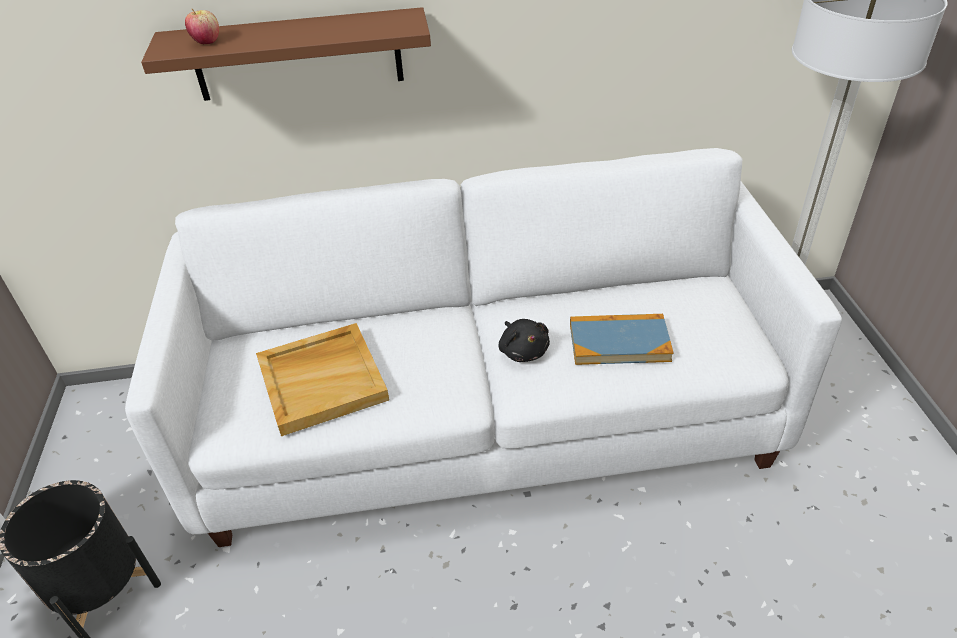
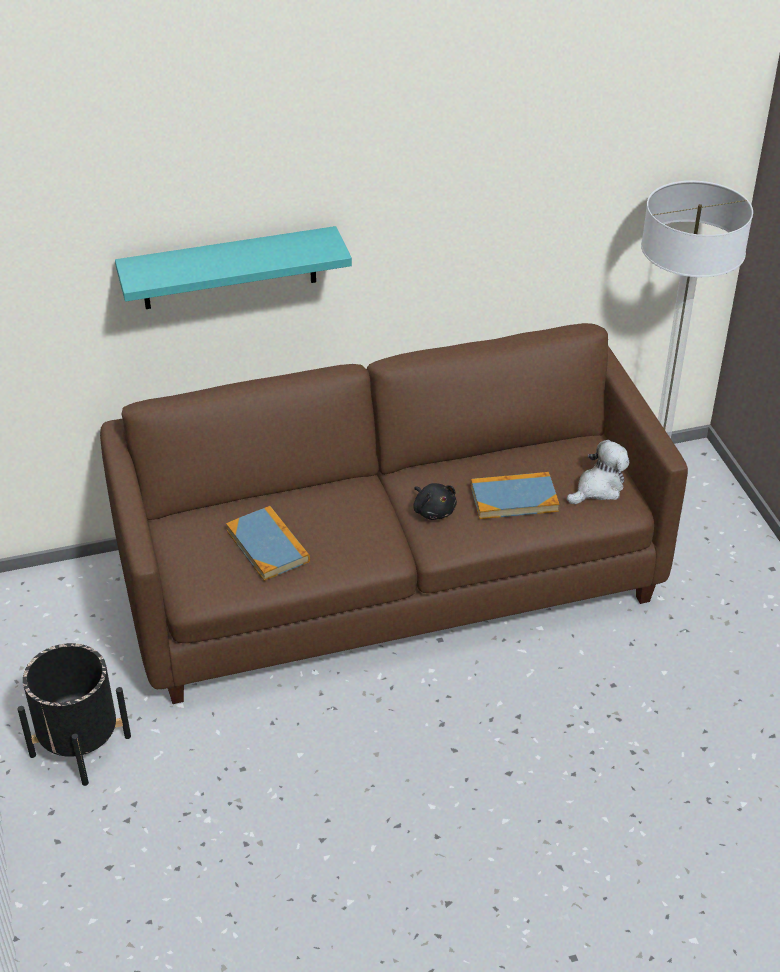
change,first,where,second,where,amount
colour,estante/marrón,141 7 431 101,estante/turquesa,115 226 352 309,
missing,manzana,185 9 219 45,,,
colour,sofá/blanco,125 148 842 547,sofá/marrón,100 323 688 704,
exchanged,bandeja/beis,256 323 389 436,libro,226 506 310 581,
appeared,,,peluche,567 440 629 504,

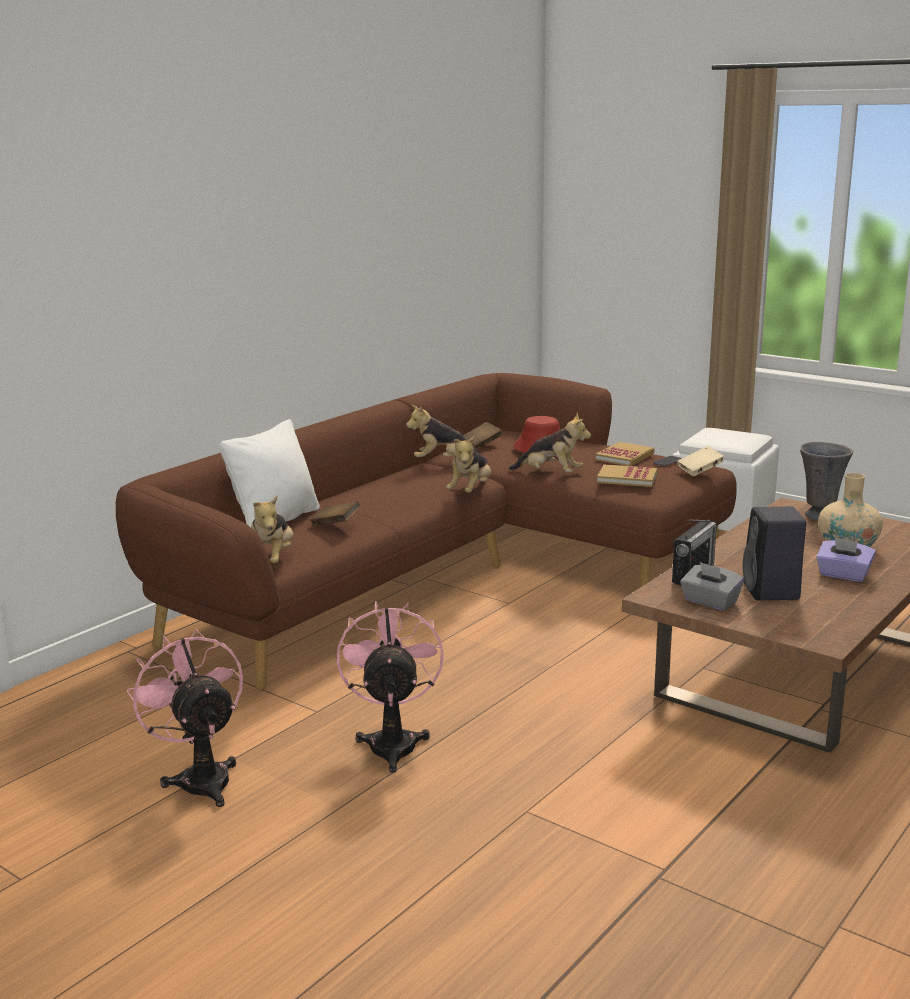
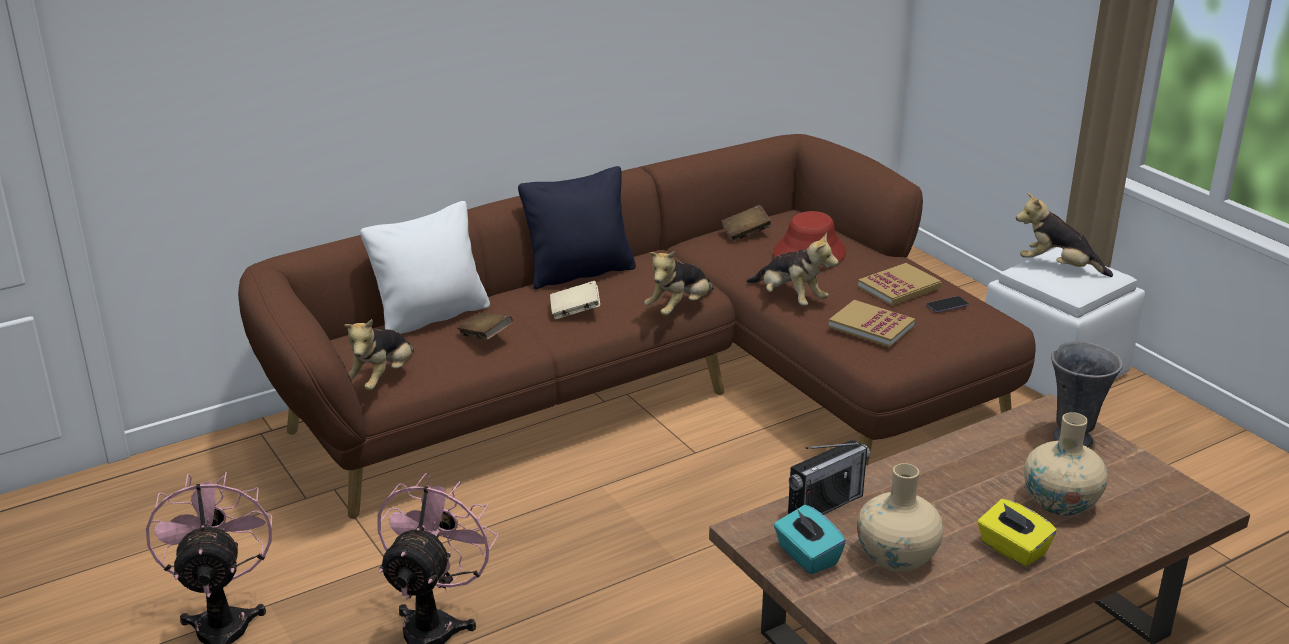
change,first,where,second,where,amount
relocated,peluche,406 405 488 462,,1016 192 1113 277,
relocated,libro/beis,677 446 724 476,,550 281 600 319,
exchanged,altavoz/negro,743 506 806 600,florero/beis,857 463 944 572,
colour,caja de pañuelos/morado,816 537 876 582,caja de pañuelos/amarillo,977 499 1057 567,
colour,caja de pañuelos/gris,680 562 744 611,caja de pañuelos/turquesa,774 505 846 574,
appeared,,,cojín/negro,518 166 636 289,

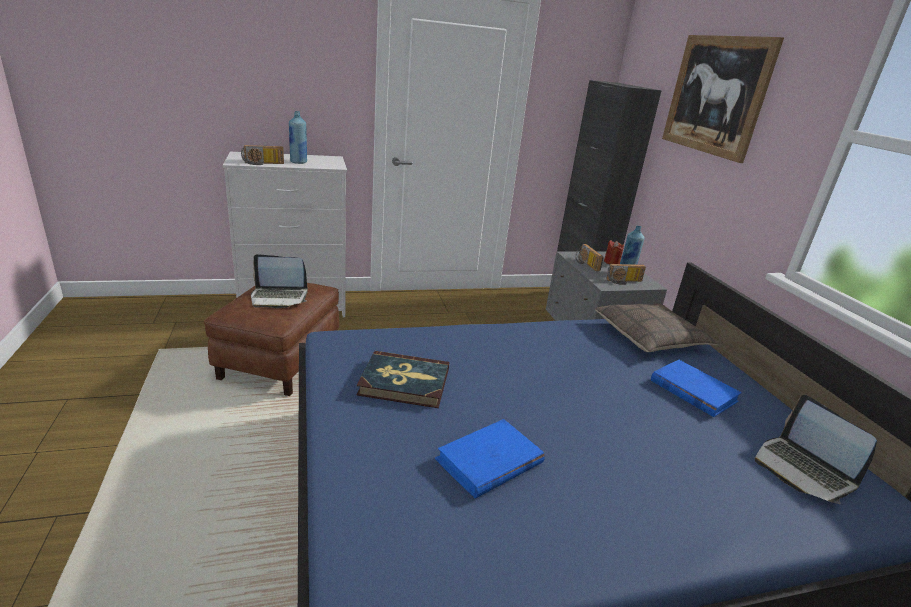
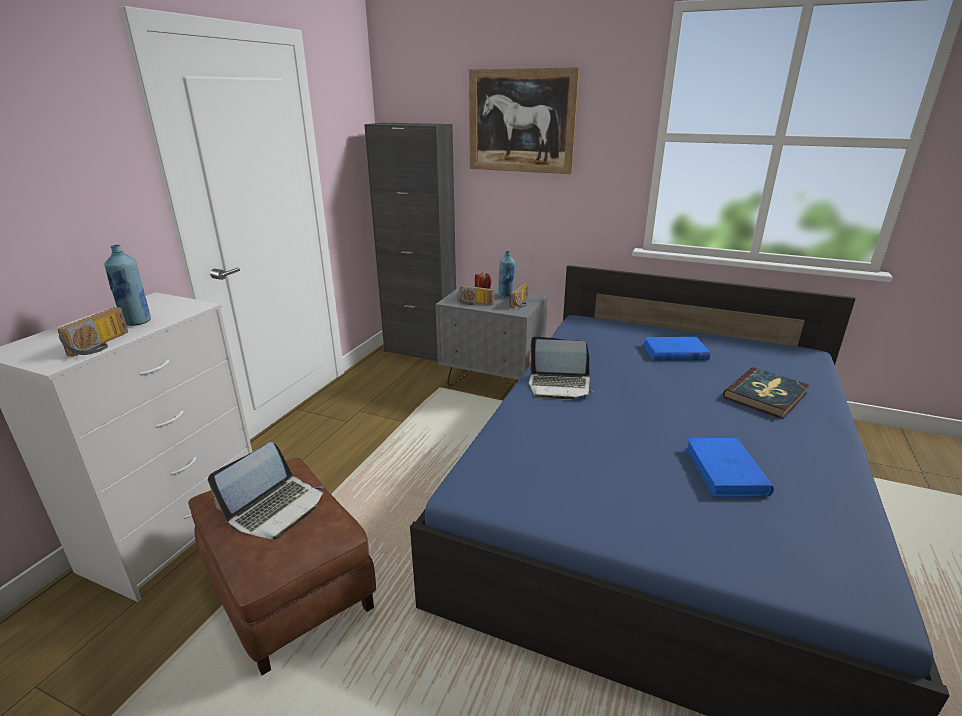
change,first,where,second,where,amount
missing,cojín,595 303 719 352,,,
relocated,libro,356 351 449 408,,723 367 809 419,
relocated,portátil,754 395 877 504,,528 336 594 399,

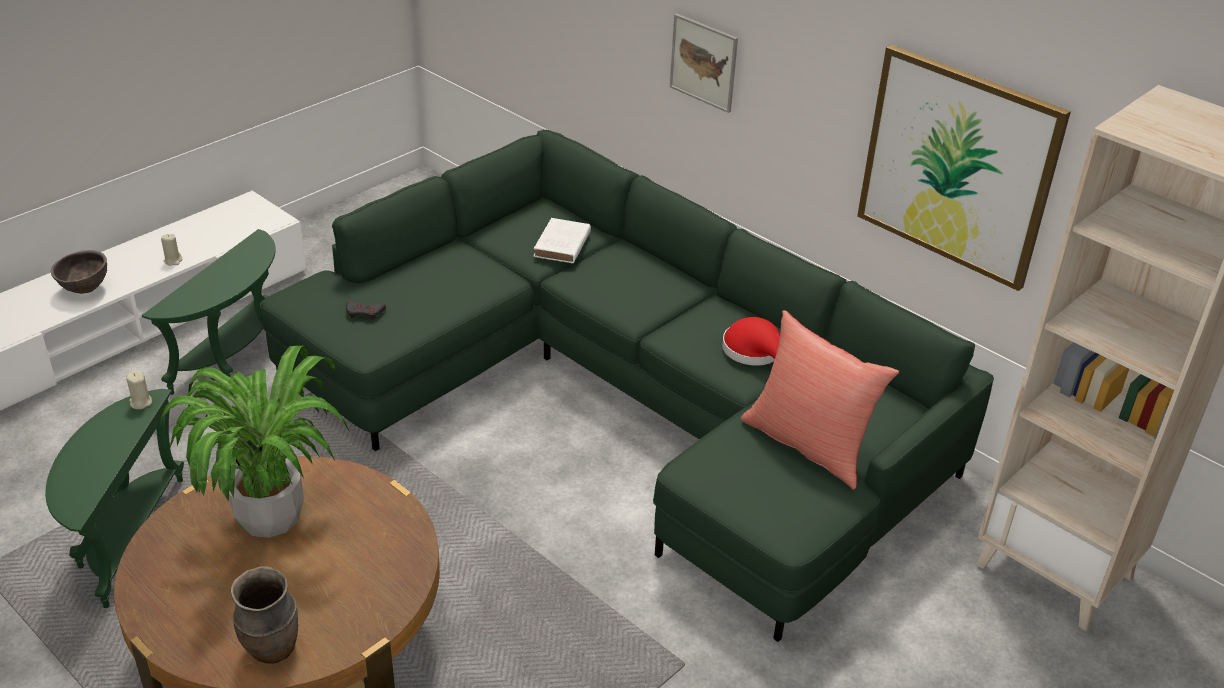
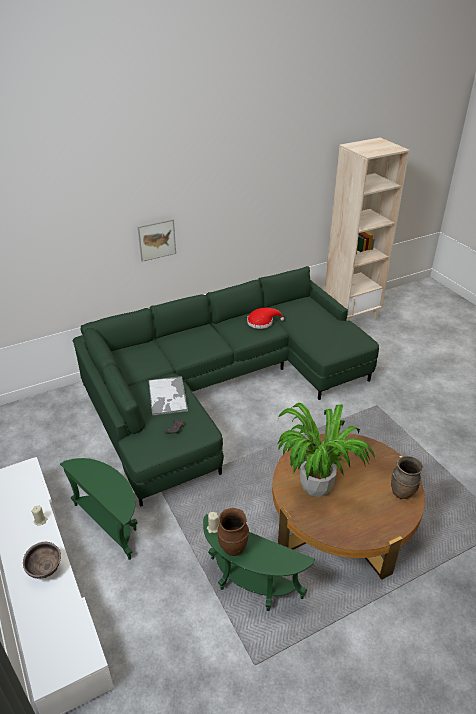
change,first,where,second,where,amount
missing,cuadro,857 45 1071 291,,,
missing,libro/blanco,534 218 591 263,,,
missing,cojín/rojo,741 310 899 490,,,
appeared,,,bandeja,148 376 188 415,
appeared,,,florero/marrón,217 508 249 556,

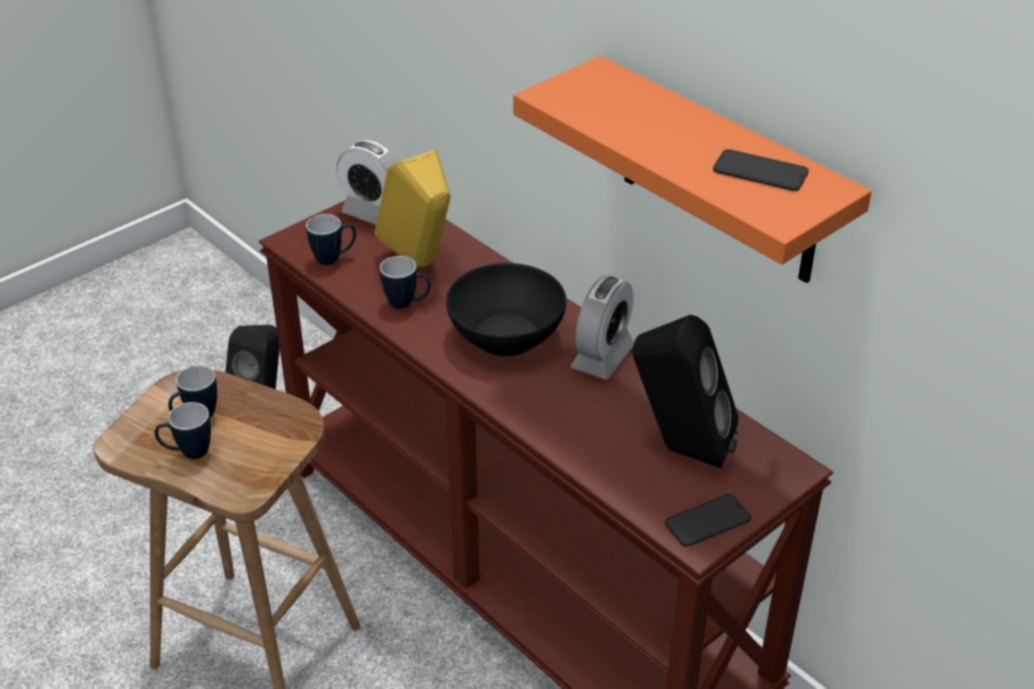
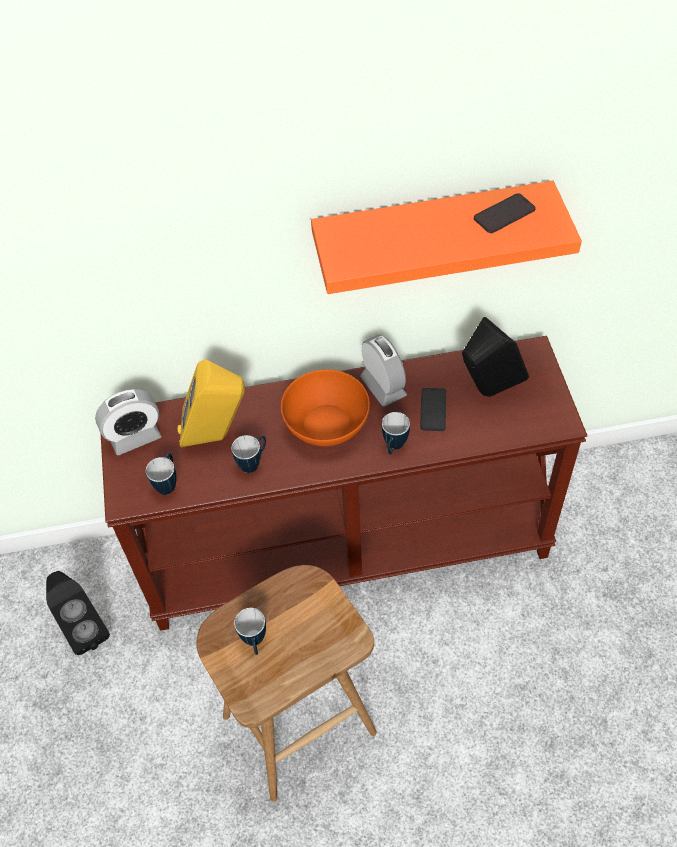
change,first,where,second,where,amount
colour,cuenco/negro,446 263 567 356,cuenco/naranja,281 369 370 446,
relocated,taza grande,154 402 211 459,,382 412 410 455,
relocated,móvil,665 494 752 547,,420 388 446 431,

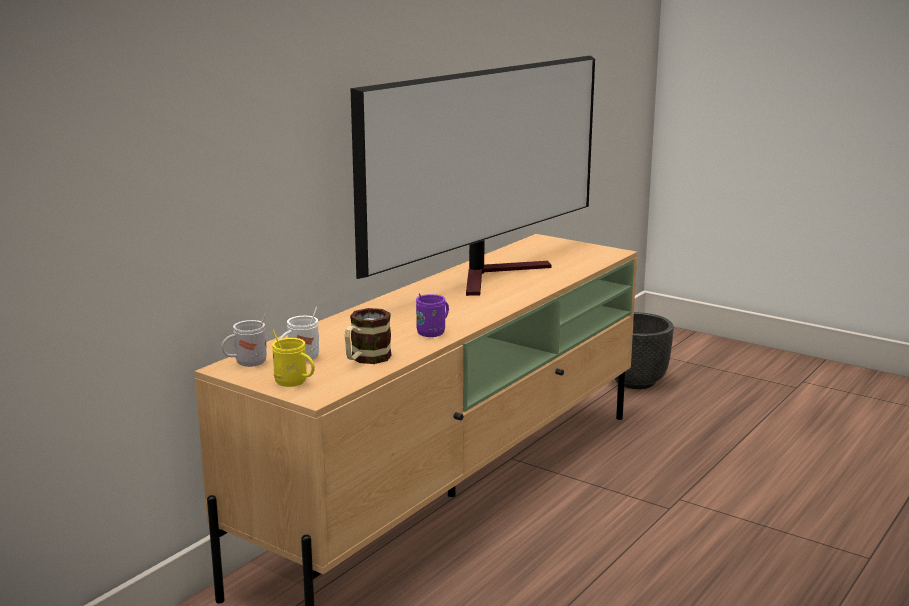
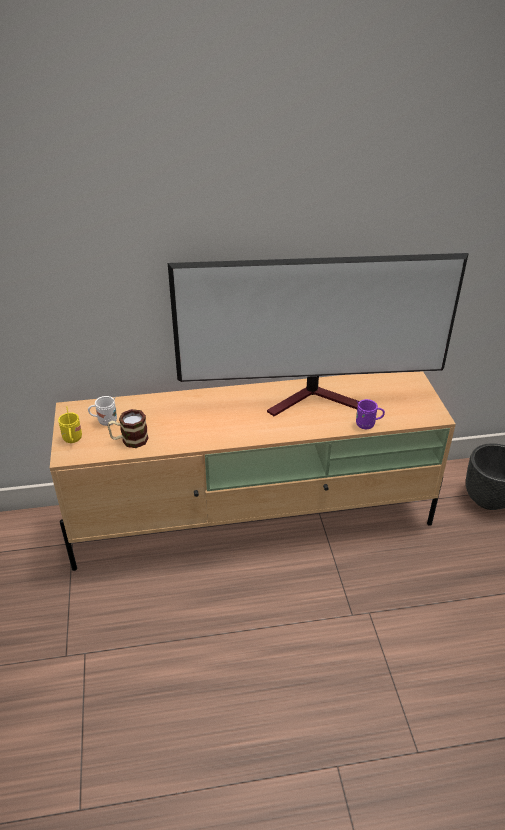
change,first,where,second,where,amount
relocated,taza grande/morado,416 293 449 337,,356 399 385 429,
missing,taza grande/blanco,221 312 267 367,,,

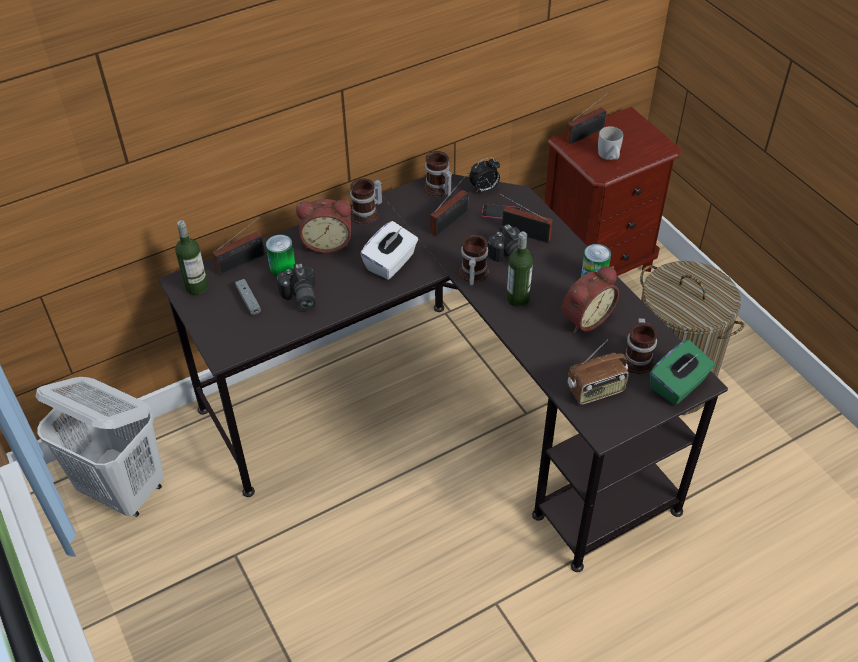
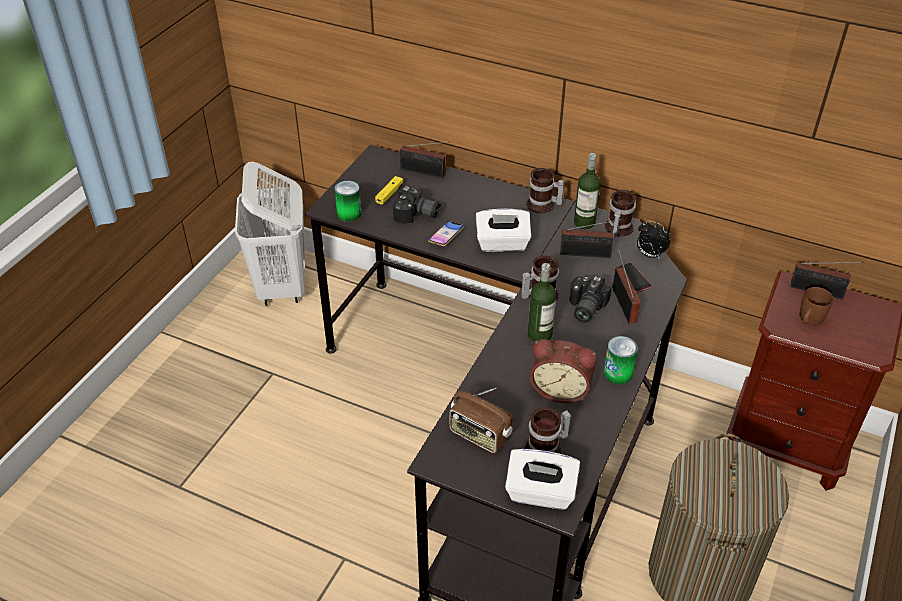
change,first,where,second,where,amount
colour,taza grande/blanco,598 127 623 160,taza grande/marrón,800 287 833 326,
missing,despertador,296 199 351 253,,,
relocated,botella,175 220 208 295,,574 153 601 229,
relocated,lata,266 235 295 277,,335 181 361 222,
spun,cámara,276 263 316 310,,393 186 441 224,105 degrees counterclockwise
colour,mando de consola/gris,235 279 261 315,mando de consola/amarillo,375 176 403 205,
colour,caja de pañuelos/verde,650 340 715 405,caja de pañuelos/blanco,505 449 580 510,
appeared,,,móvil,428 221 464 246,

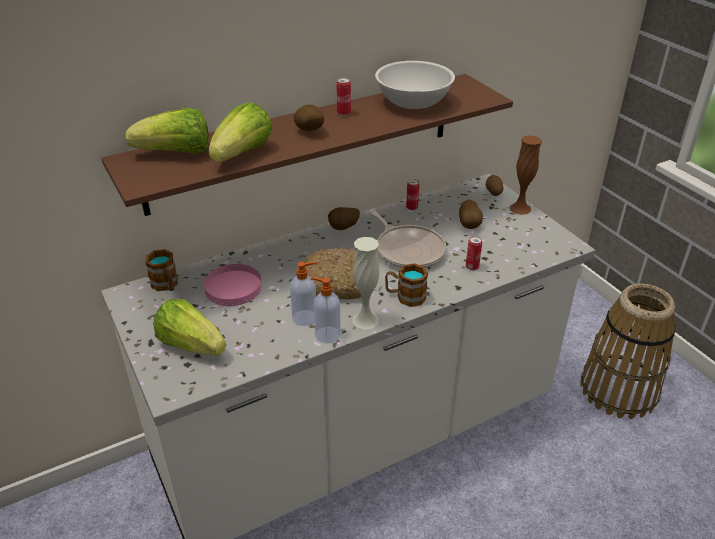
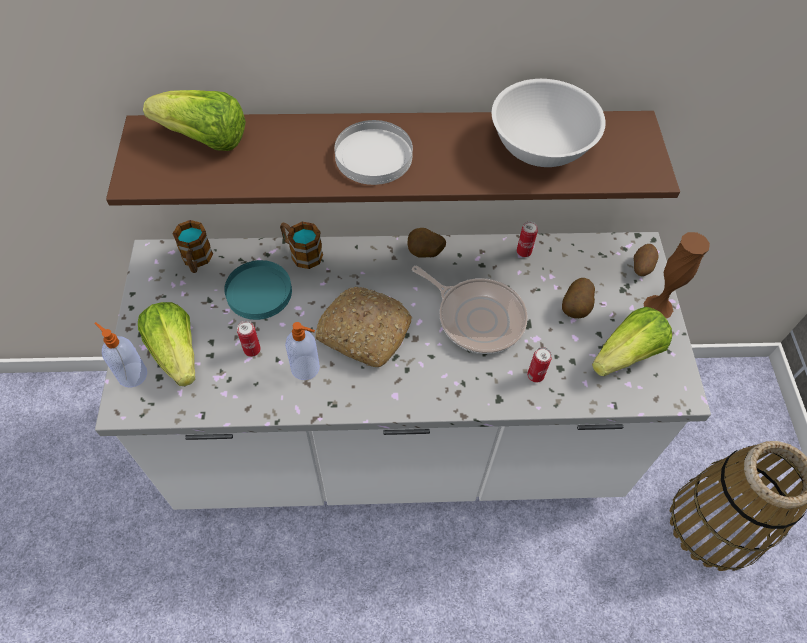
change,first,where,second,where,amount
relocated,lata,337 77 351 116,,237 321 261 357,
relocated,lechuga,209 102 273 162,,592 307 672 376,
exchanged,patata,294 105 324 131,plato/blanco,334 120 413 185,
spun,sartén,370 210 446 268,,412 266 528 354,45 degrees counterclockwise
missing,florero/blanco,352 237 379 329,,,
relocated,taza grande,385 263 428 307,,280 222 323 269,
colour,plato/rosa,204 264 262 306,plato/turquesa,224 260 292 320,
relocated,dispensador de jabón,311 278 341 343,,95 322 147 388,

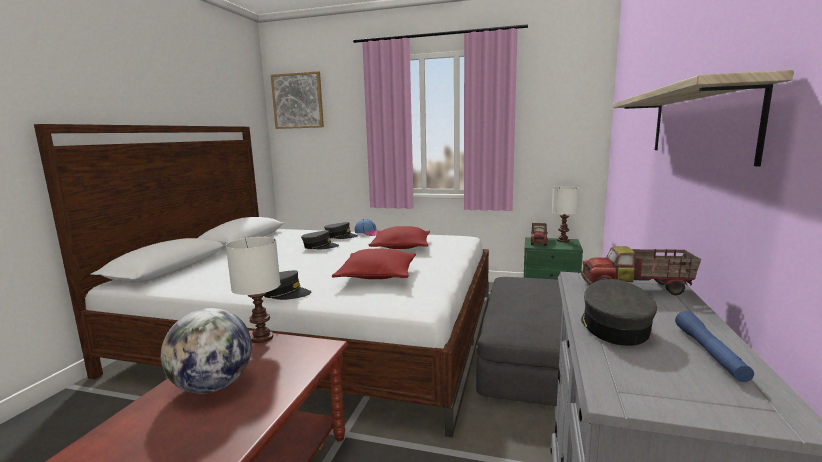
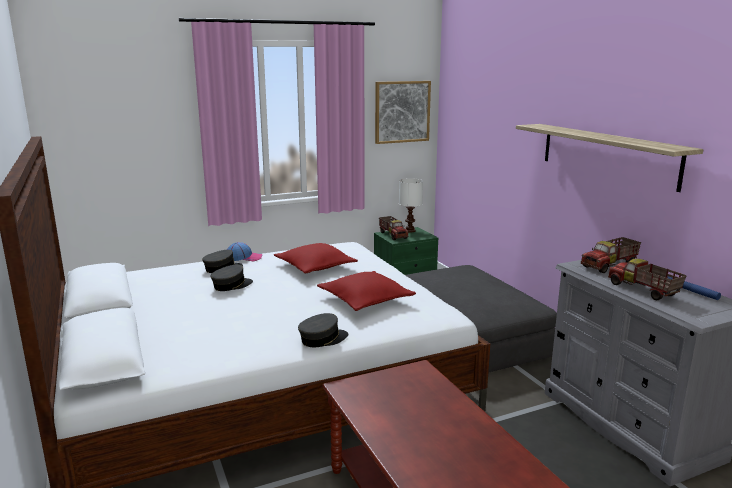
change,first,where,second,where,amount
relocated,cuadro,271 71 324 129,,375 81 431 144,
missing,lámpara de mesa/blanco,226 237 280 343,,,
exchanged,gorra/gris,581 279 657 346,camión de juguete,608 259 687 300,
missing,globo terráqueo,161 308 252 394,,,

